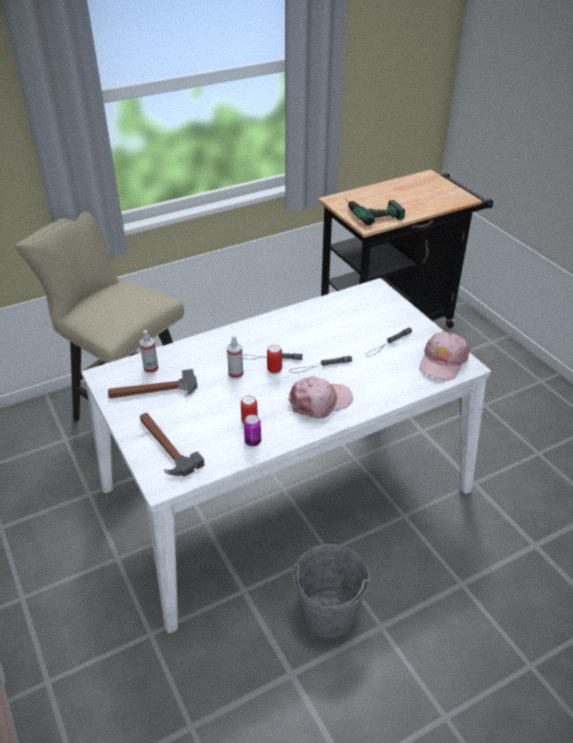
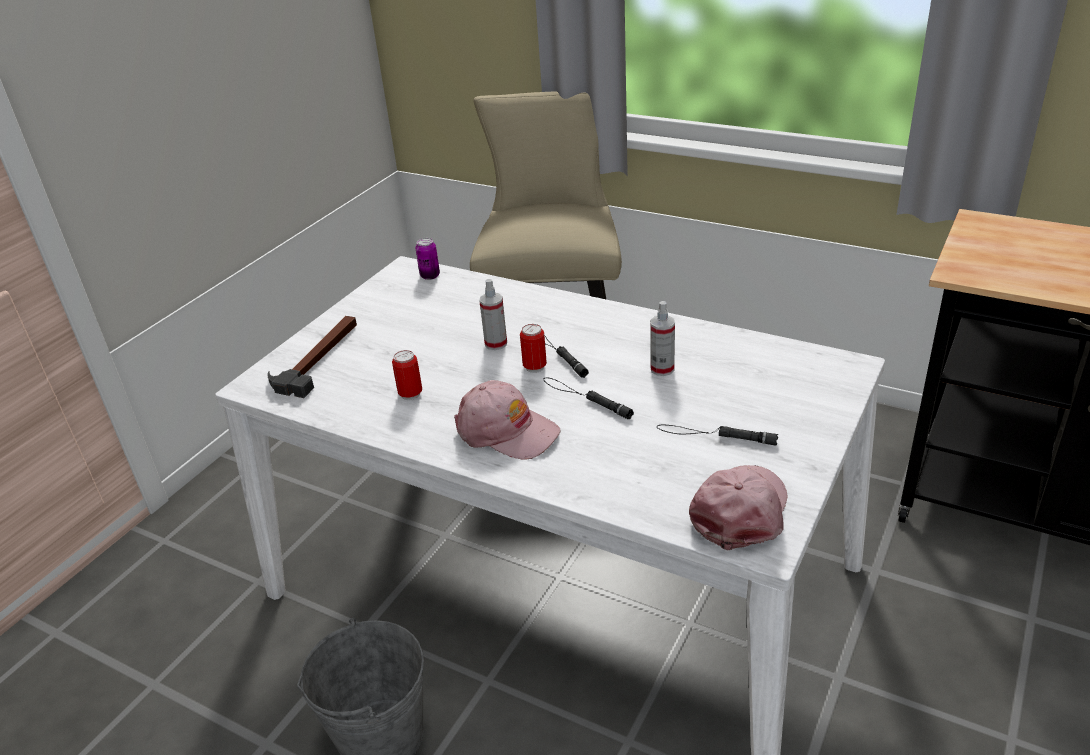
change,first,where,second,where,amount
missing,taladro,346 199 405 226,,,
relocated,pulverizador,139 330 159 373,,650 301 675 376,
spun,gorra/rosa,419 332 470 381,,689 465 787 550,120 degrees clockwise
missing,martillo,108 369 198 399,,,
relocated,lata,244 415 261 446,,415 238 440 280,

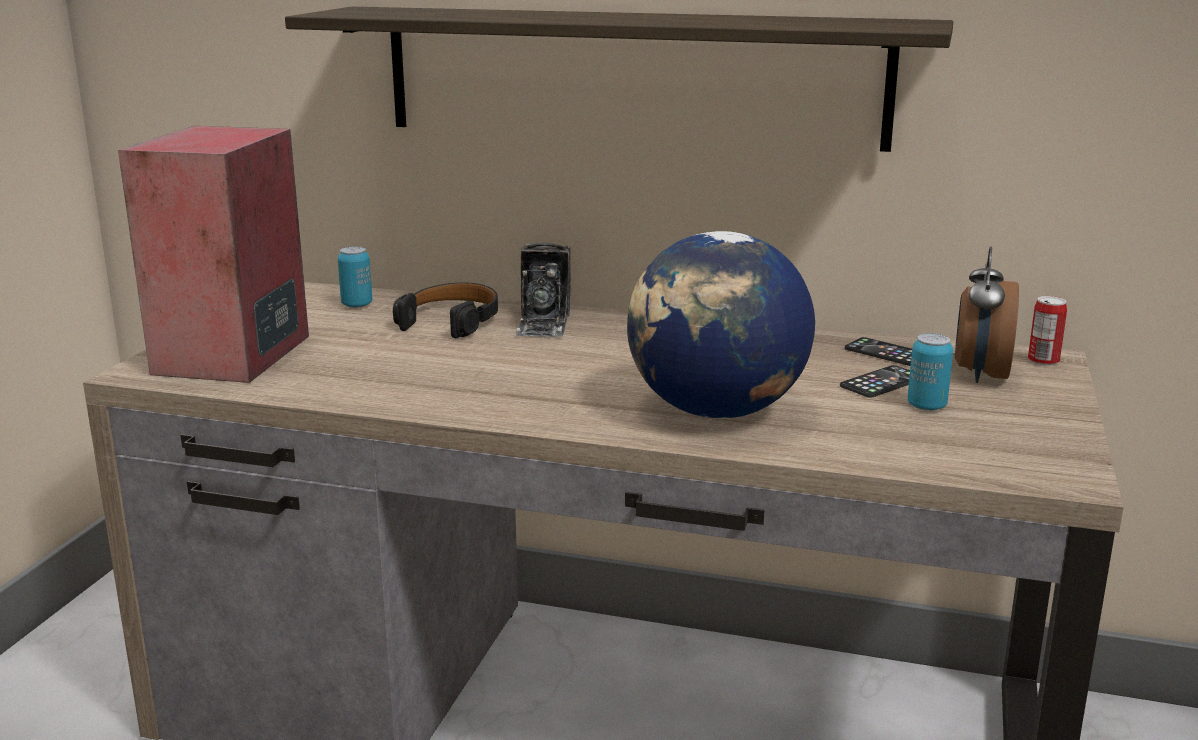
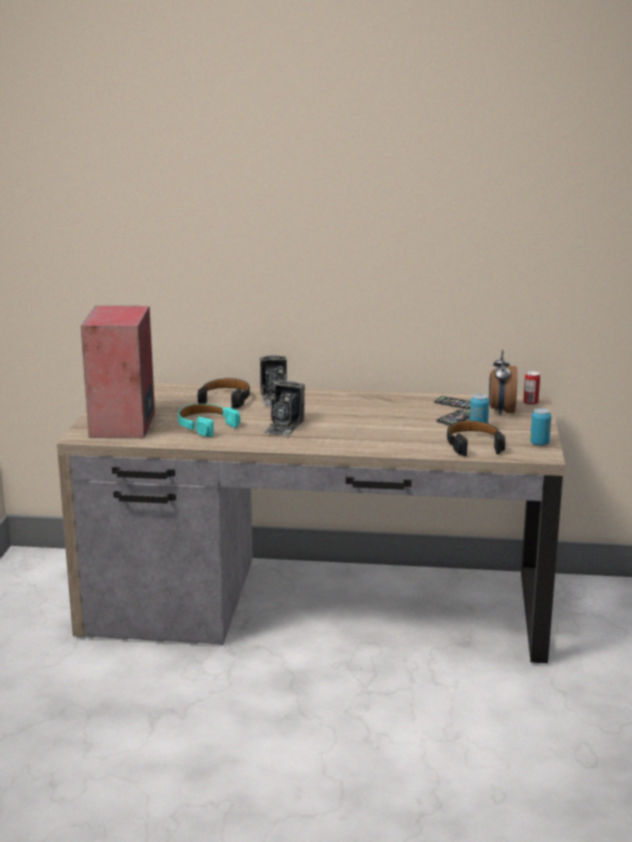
change,first,where,second,where,amount
missing,estante,285 7 953 152,,,
missing,globo terráqueo,627 231 815 419,,,
relocated,lata,338 246 372 308,,530 408 551 446,
appeared,,,cámara,263 381 305 436,
appeared,,,auriculares/turquesa,178 404 240 437,
appeared,,,auriculares/negro,447 420 505 456,

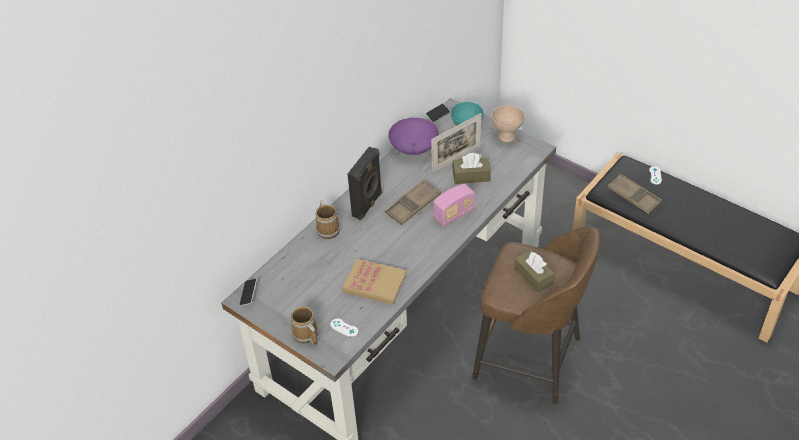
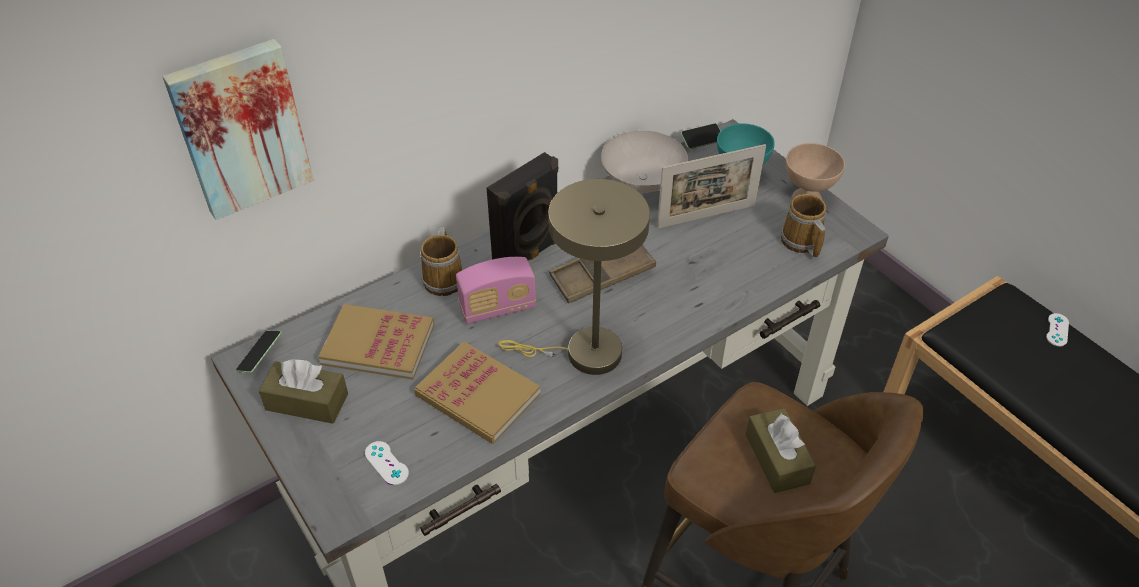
change,first,where,second,where,amount
colour,cuenco/morado,388 118 439 155,cuenco/blanco,601 131 688 193,
relocated,caja de pañuelos/marrón,452 153 491 184,,258 359 348 424,
missing,bandeja/marrón,608 174 662 214,,,
relocated,radio,434 184 475 227,,456 257 536 324,
relocated,taza grande,291 306 318 345,,781 194 827 258,
appeared,,,cuadro,162 39 314 220,
appeared,,,lámpara de mesa/beis,498 179 650 375,
appeared,,,libro,318 304 434 380,

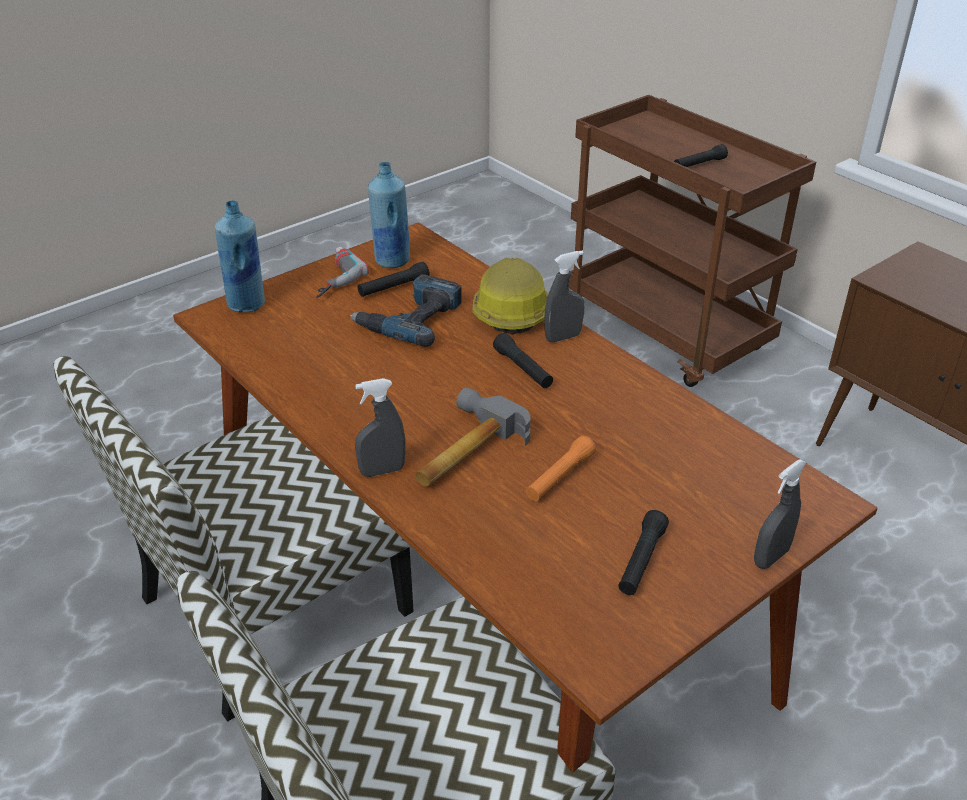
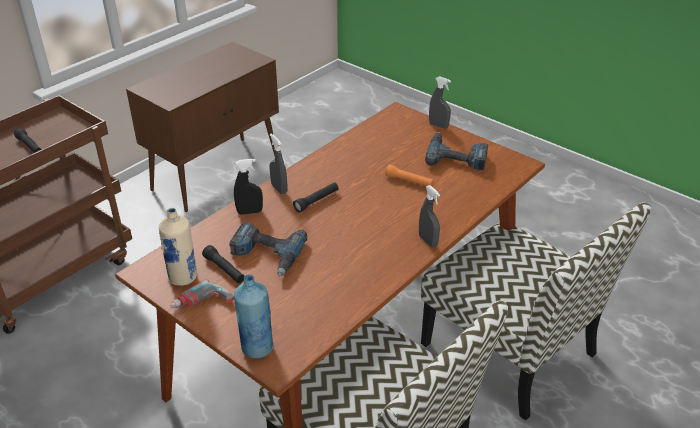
change,first,where,second,where,amount
colour,botella/azul,368 162 410 268,botella/beis,159 208 197 286,
exchanged,casco,473 258 548 334,pulverizador/negro,234 159 263 215,
missing,martillo,415 387 531 487,,,
exchanged,linterna/negro,618 510 669 595,taladro,425 132 488 171,

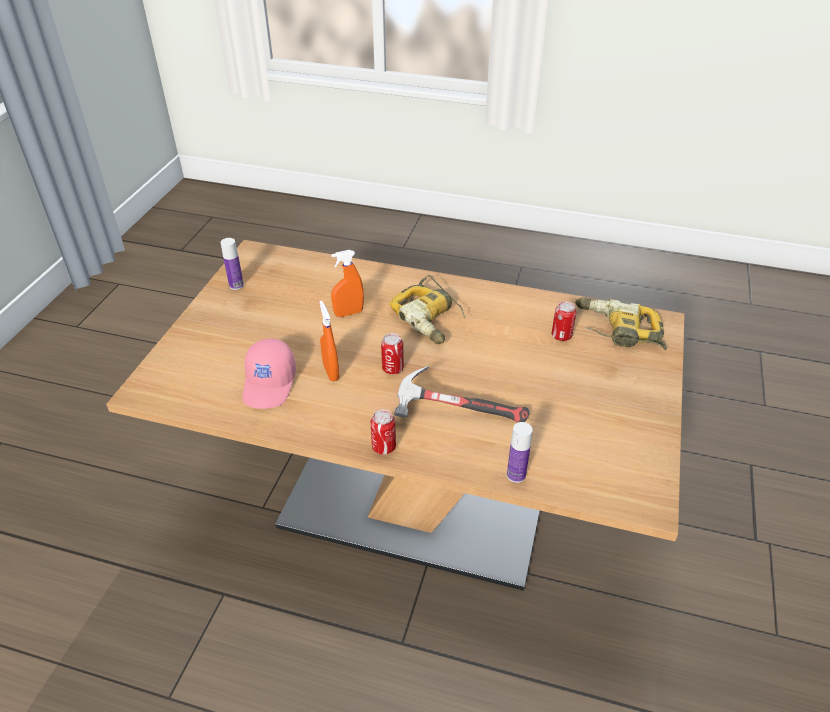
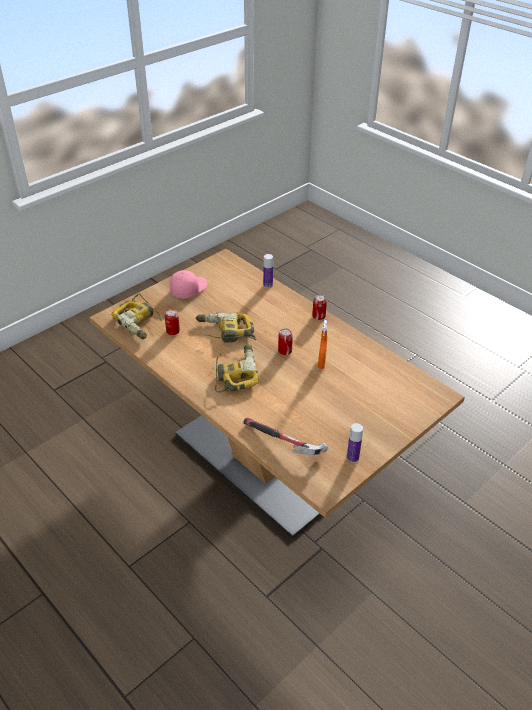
change,first,where,second,where,amount
missing,pulverizador/naranja,331 250 364 317,,,
relocated,gorra/rosa,243 339 296 409,,170 270 208 299,
relocated,martillo,394 366 530 423,,243 418 328 455,
appeared,,,taladro,195 312 256 343,

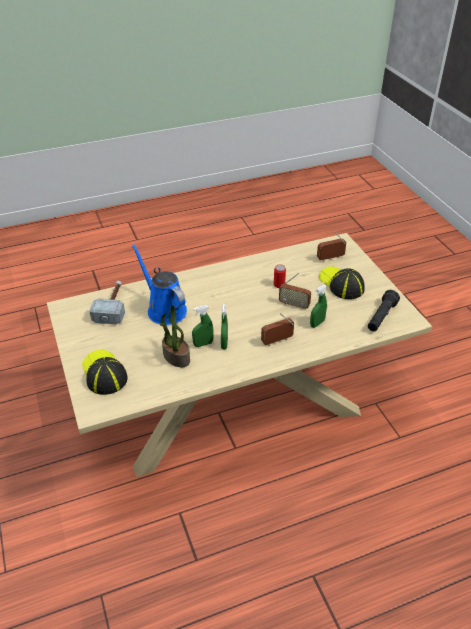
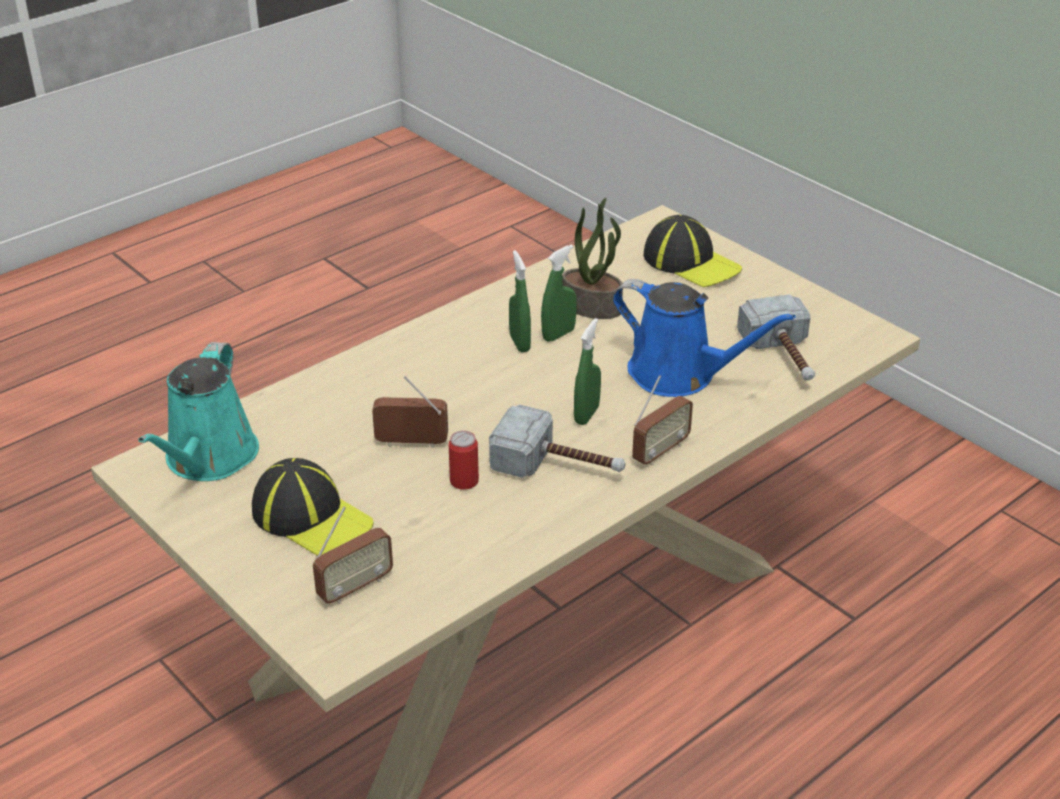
change,first,where,second,where,amount
relocated,pulverizador/verde,310 285 327 328,,574 318 601 425,
exchanged,linterna/negro,368 290 400 331,regadera/turquesa,138 342 259 481,
relocated,radio,261 313 294 346,,632 375 693 466,
appeared,,,martillo,489 405 626 478,

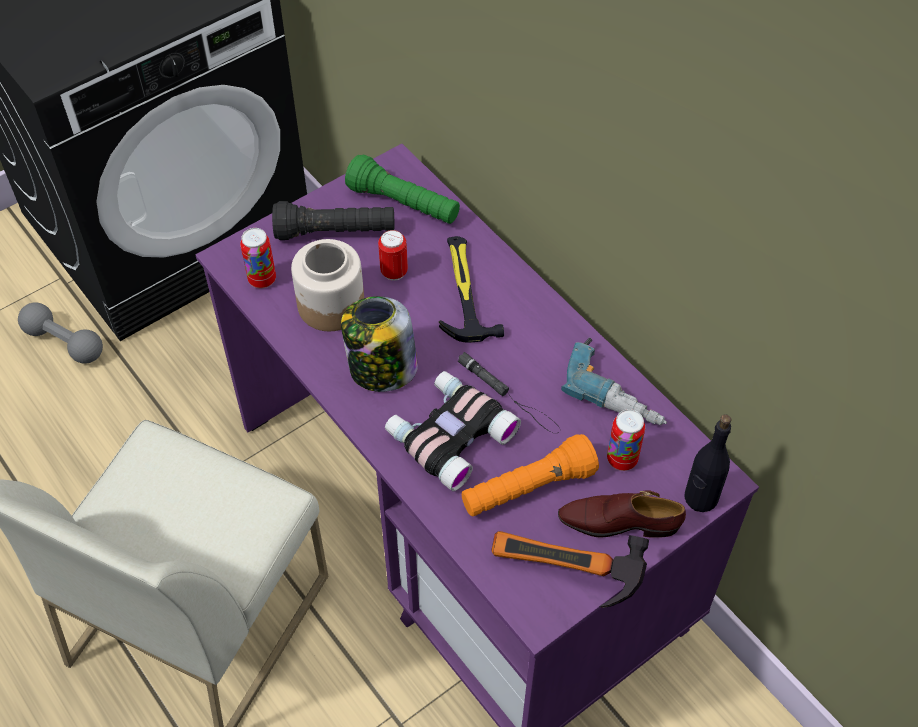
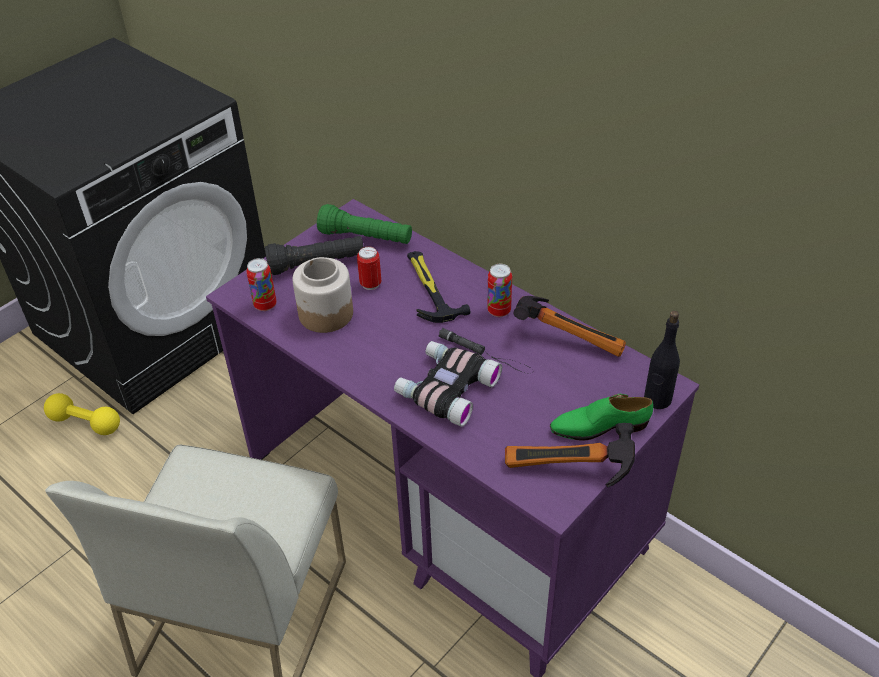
change,first,where,second,where,amount
missing,tarro,341 296 418 392,,,
colour,mancuerna/gris,18 302 103 364,mancuerna/amarillo,44 393 120 435,
exchanged,taladro,561 338 667 426,martillo,513 296 626 357,
relocated,lata,607 409 645 471,,487 264 512 317,
missing,linterna/naranja,462 434 599 517,,,
colour,zapato/marrón,558 490 686 538,zapato/verde,550 394 653 441,

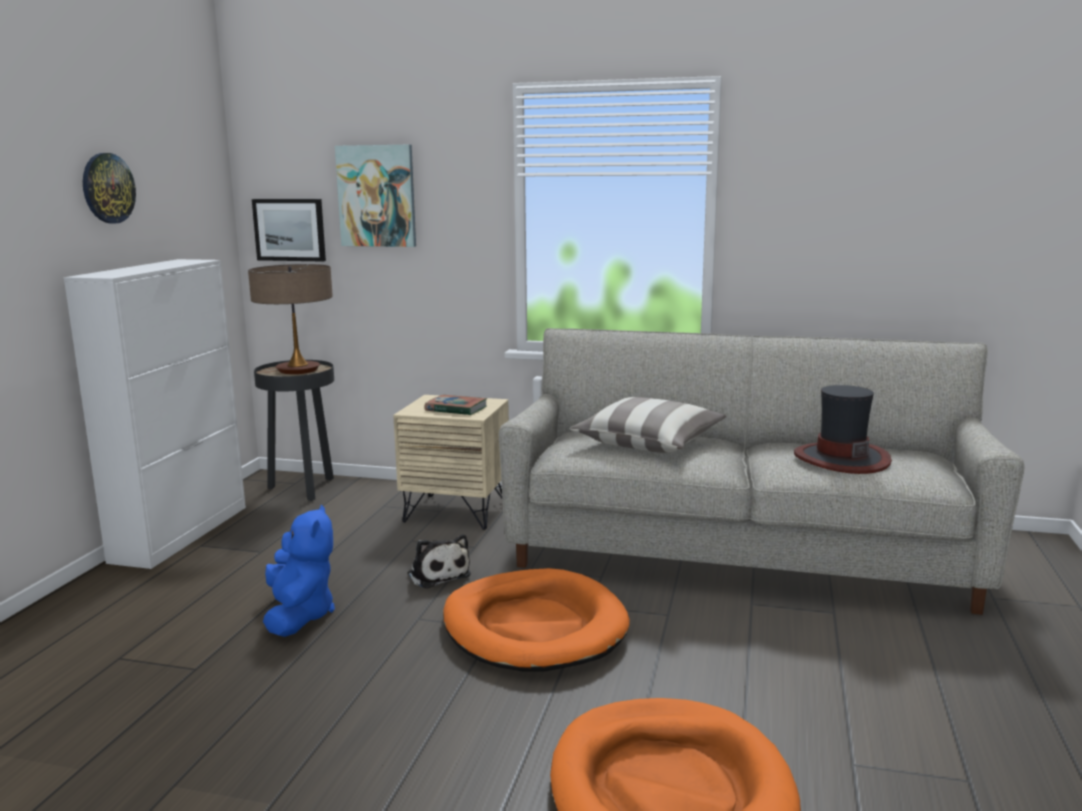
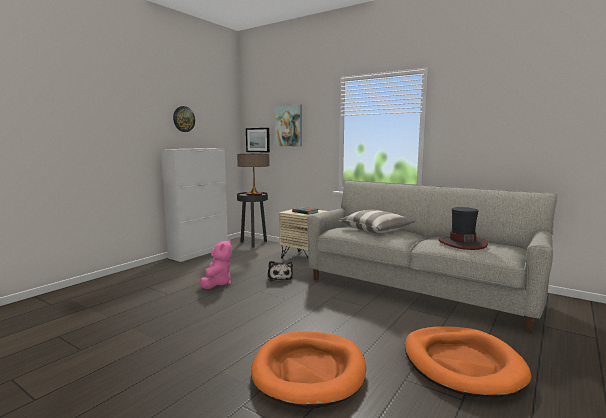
change,first,where,second,where,amount
colour,peluche/azul,263 504 335 637,peluche/rosa,200 239 232 289,
relocated,cama para perro/naranja,443 568 630 672,,405 326 531 398,

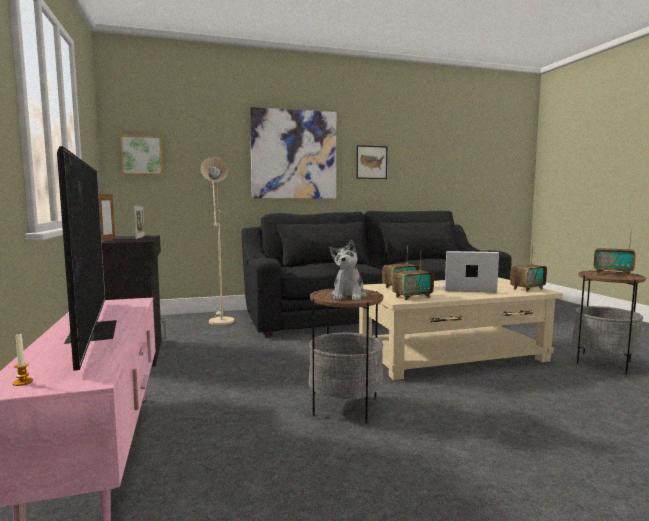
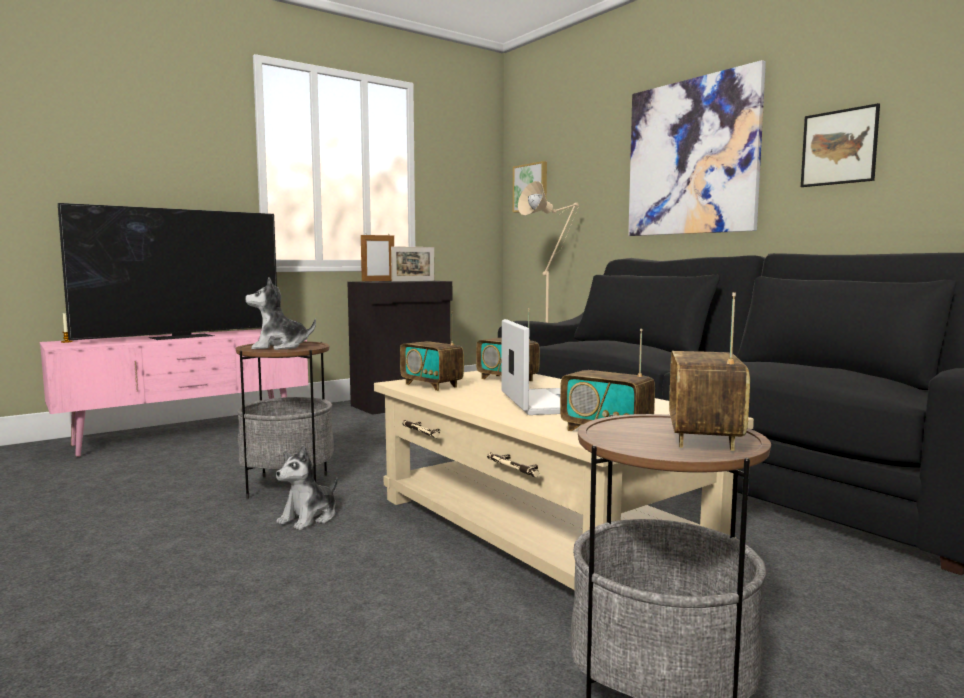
change,first,where,second,where,amount
appeared,,,peluche,276 445 338 530,

